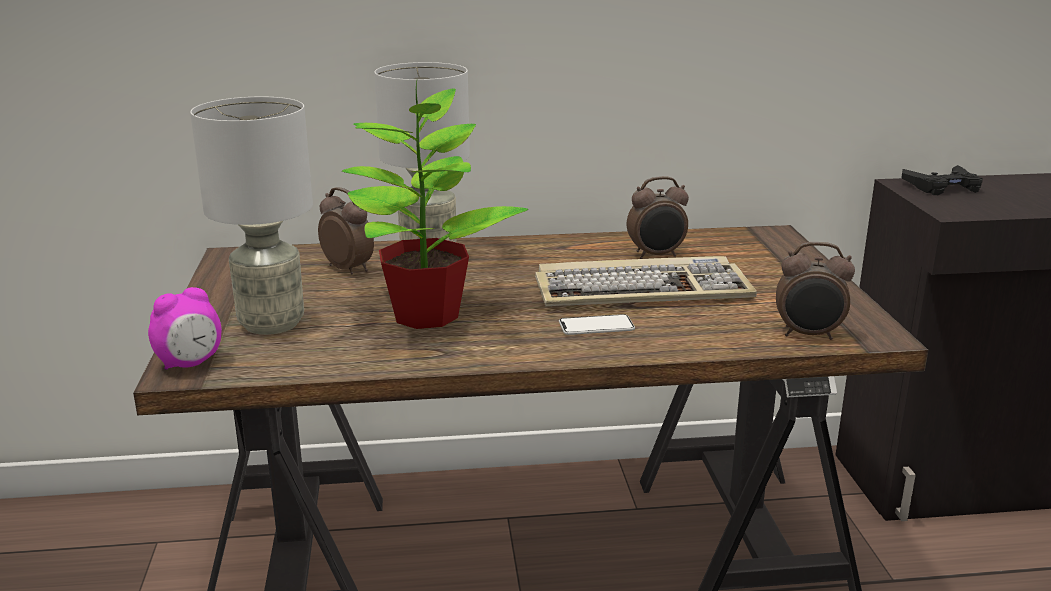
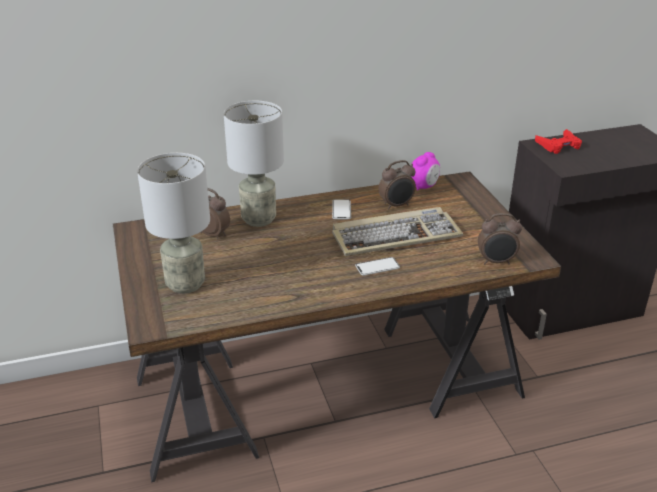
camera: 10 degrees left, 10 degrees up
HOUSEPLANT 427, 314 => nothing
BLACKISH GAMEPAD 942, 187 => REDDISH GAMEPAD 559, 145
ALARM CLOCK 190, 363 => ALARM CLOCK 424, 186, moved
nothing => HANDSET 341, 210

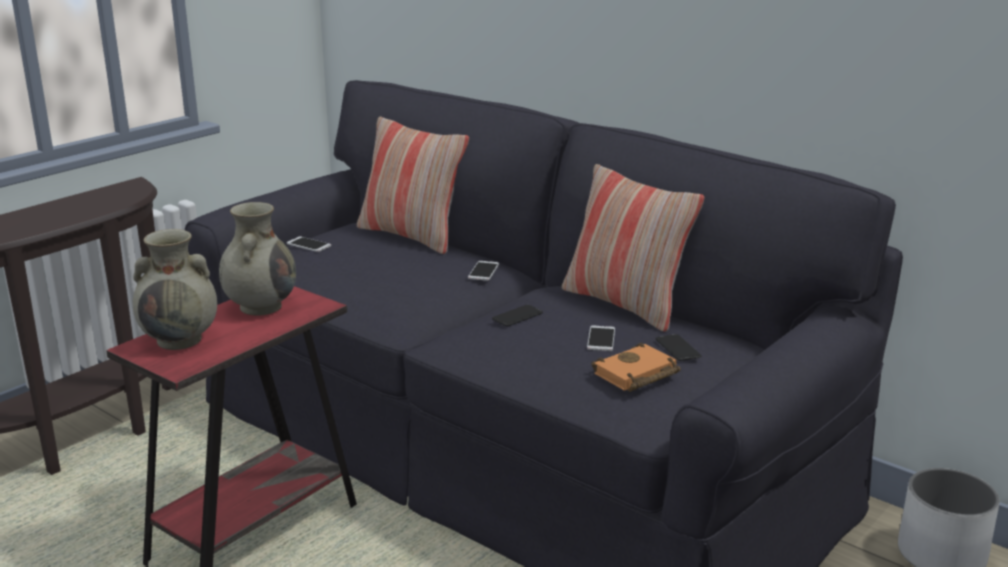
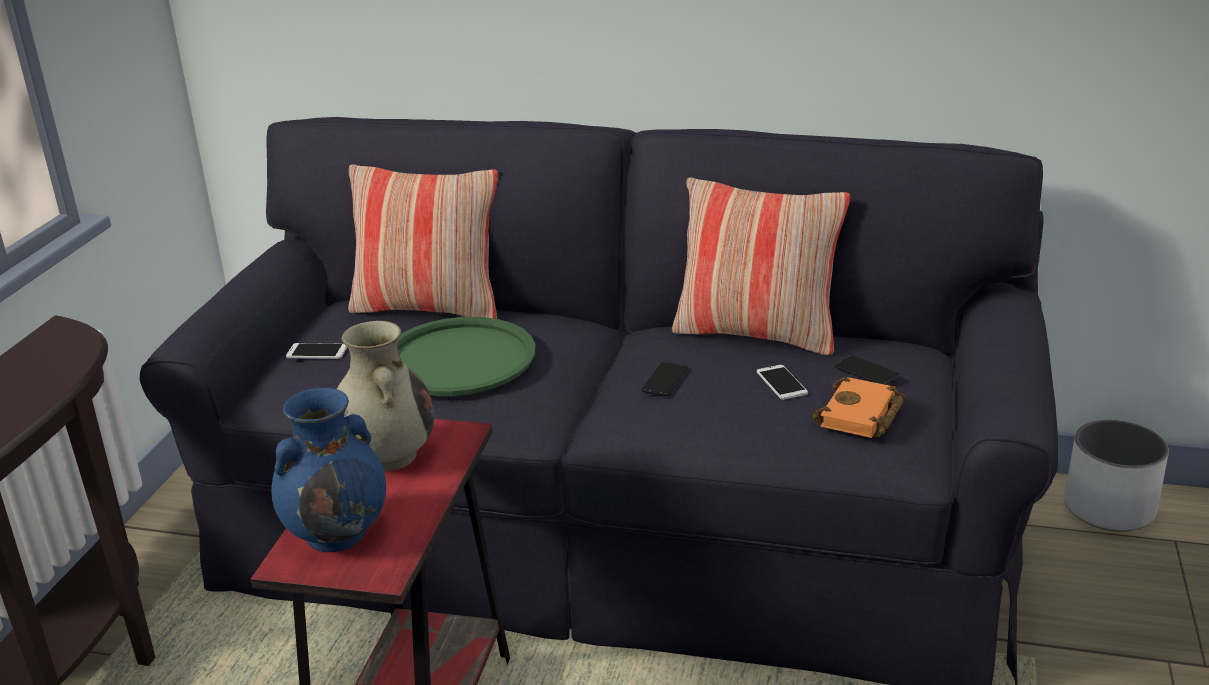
camera: 25 degrees left, 5 degrees up
BEIGE FLOWER VASE 181, 340 => BLUE-COLOURED FLOWER VASE 338, 533
HANDSET 483, 271 => nothing
nothing => GREEN CARRYING TRAY 459, 358

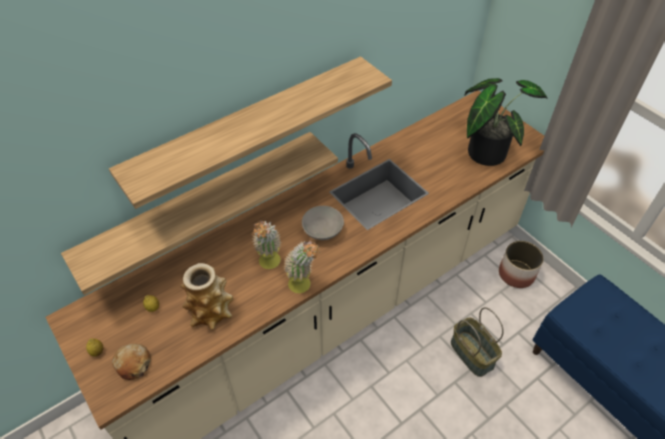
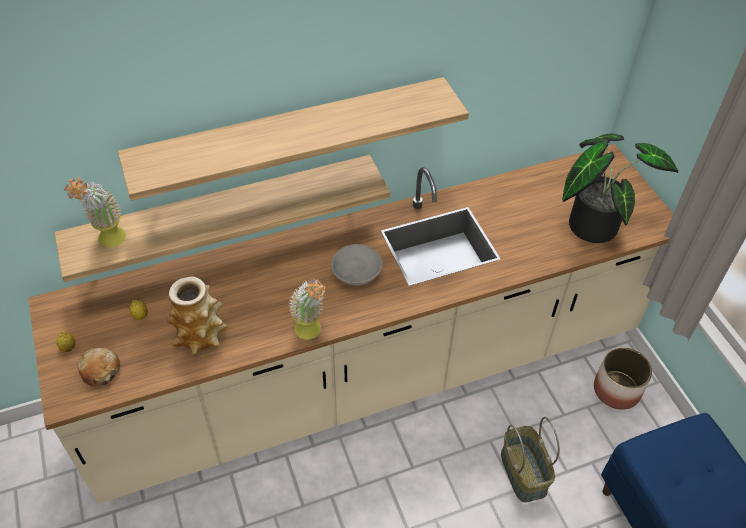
camera: 15 degrees right, 0 degrees up
HOUSEPLANT 269, 265 => HOUSEPLANT 109, 242, moved

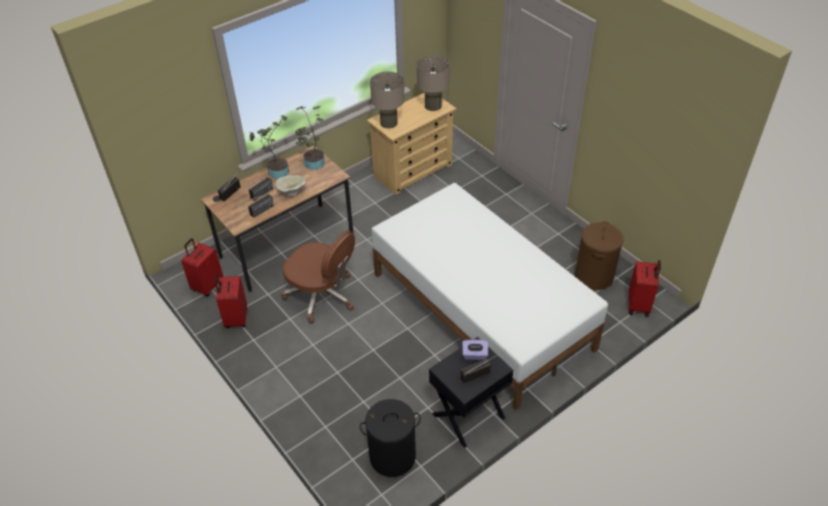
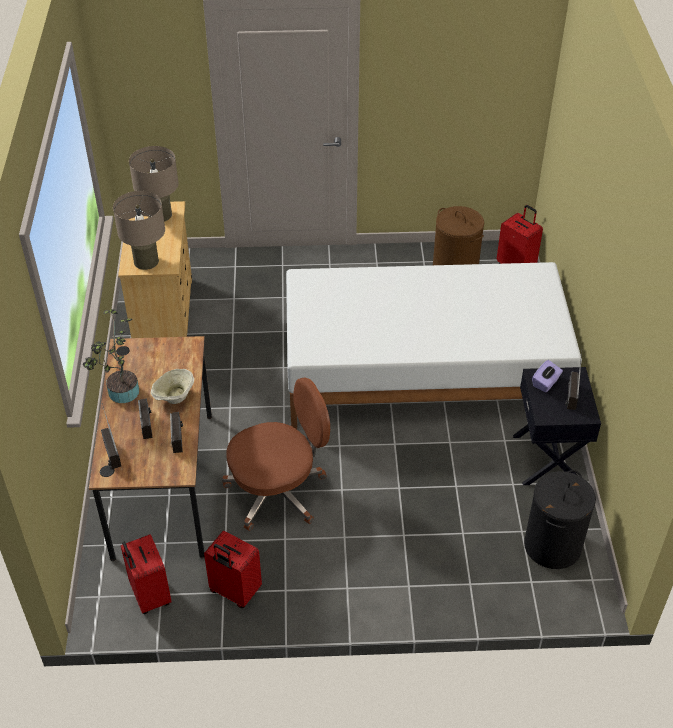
camera: 55 degrees left, 0 degrees up
HOUSEPLANT 313, 165 => nothing

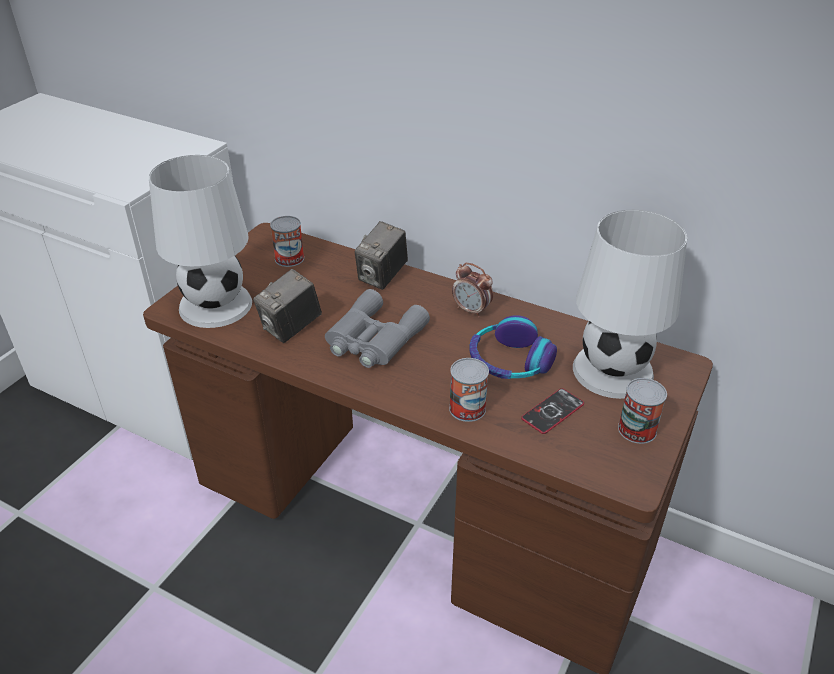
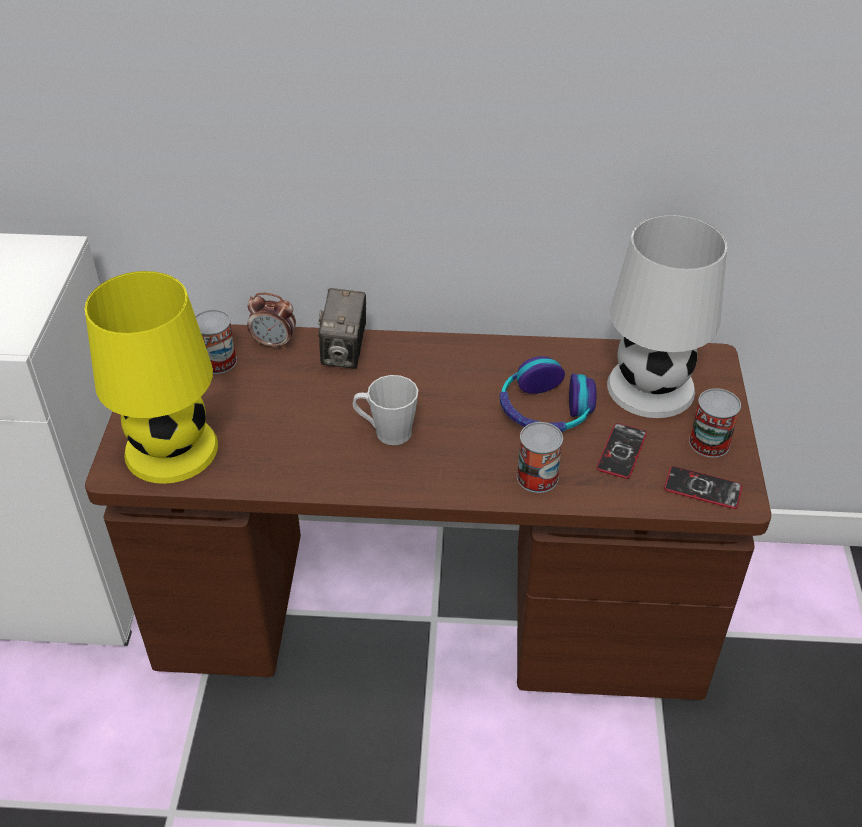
camera: 25 degrees left, 5 degrees up
WHITE-COLOURED LAMP FOR A TABLE 216, 305 => YELLOW LAMP FOR A TABLE 172, 449
ALARM CLOCK 471, 310 => ALARM CLOCK 274, 343, moved
PHOTO CAMERA 291, 328 => nothing
GRAY PAIR OF BINOCULARS 373, 339 => GRAY TEA MUG 386, 432
nothing => HANDSET 702, 488

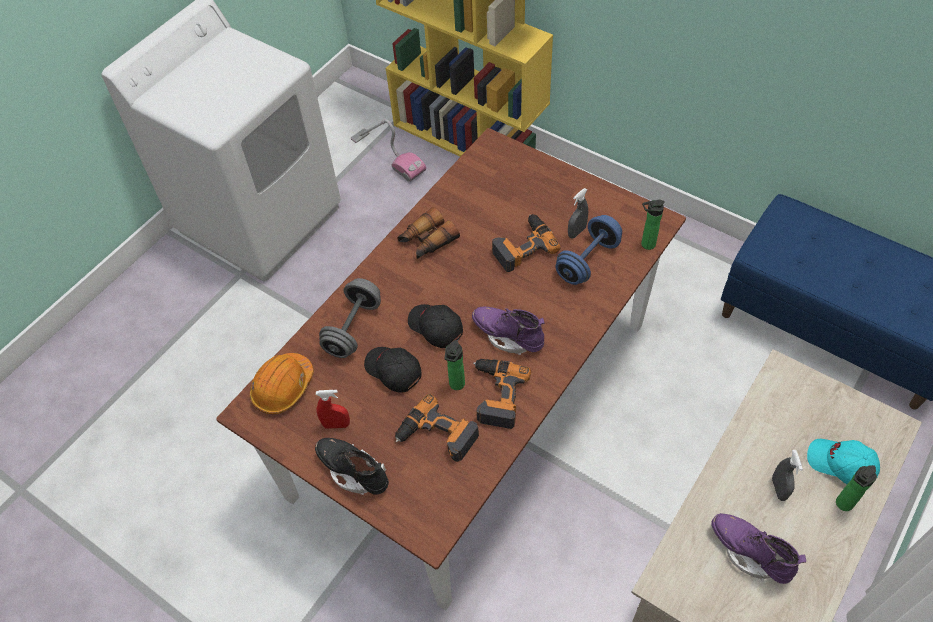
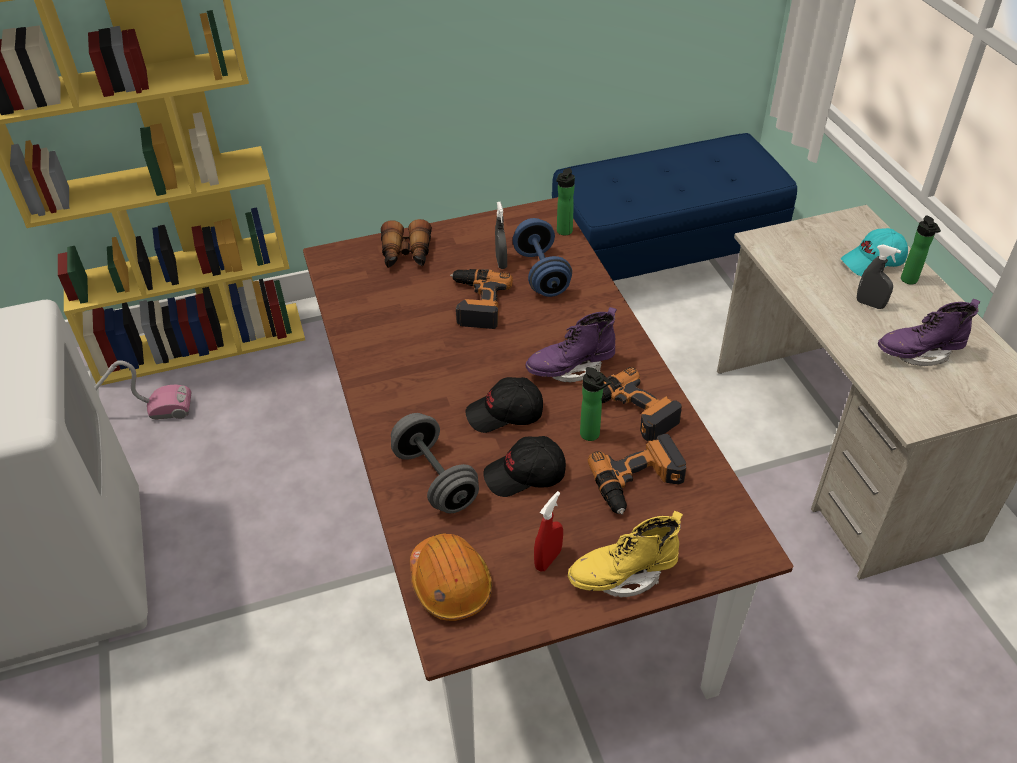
camera: 55 degrees left, 10 degrees down
PAIR OF BINOCULARS 427, 241 => PAIR OF BINOCULARS 406, 255, moved
BLACKISH BOOT 354, 471 => YELLOW BOOT 623, 575

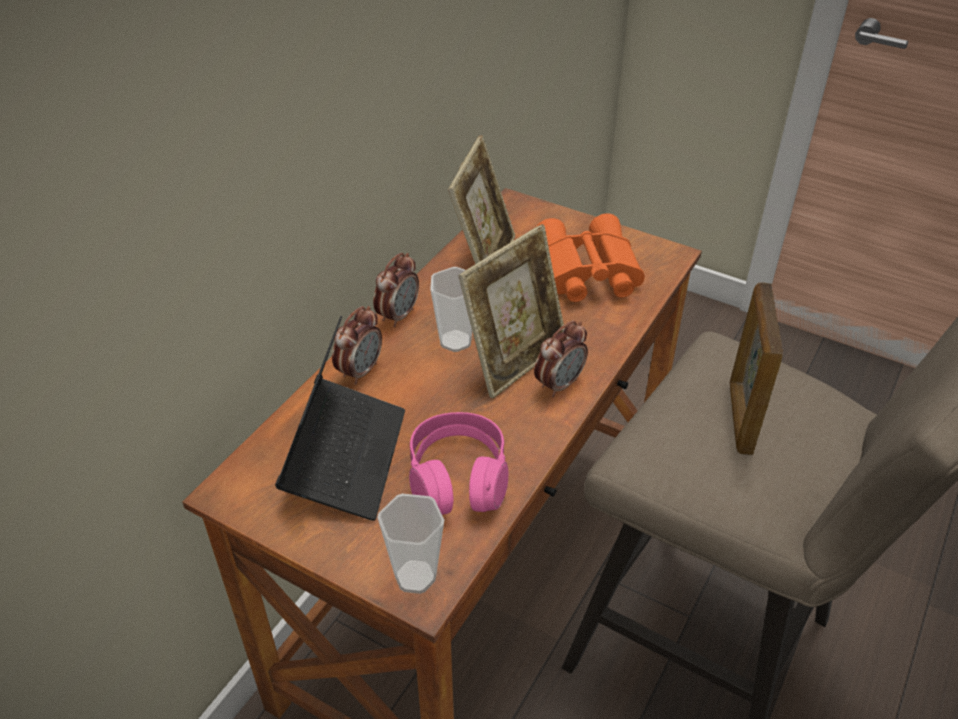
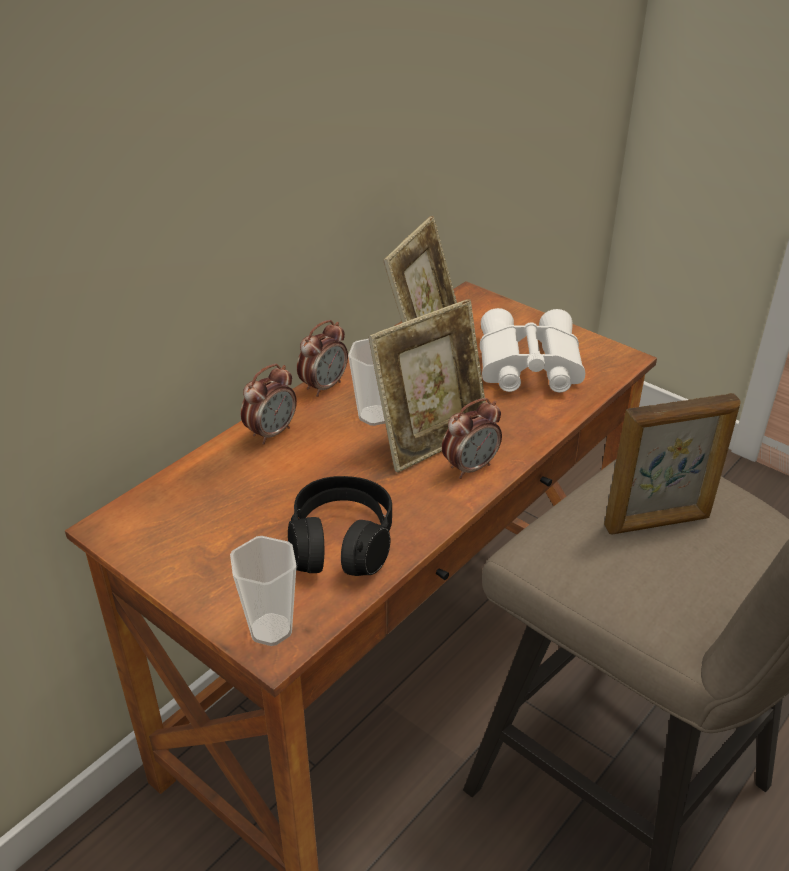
camera: 10 degrees right, 5 degrees down
ORANGEY PAIR OF BINOCULARS 585, 272 => WHITE-COLOURED PAIR OF BINOCULARS 526, 366
STANDING FRAME 740, 417 => STANDING FRAME 658, 522, 120 degrees counterclockwise
LAPTOP 345, 457 => nothing
PINK HEADSET 458, 478 => BLACKISH HEADSET 341, 542

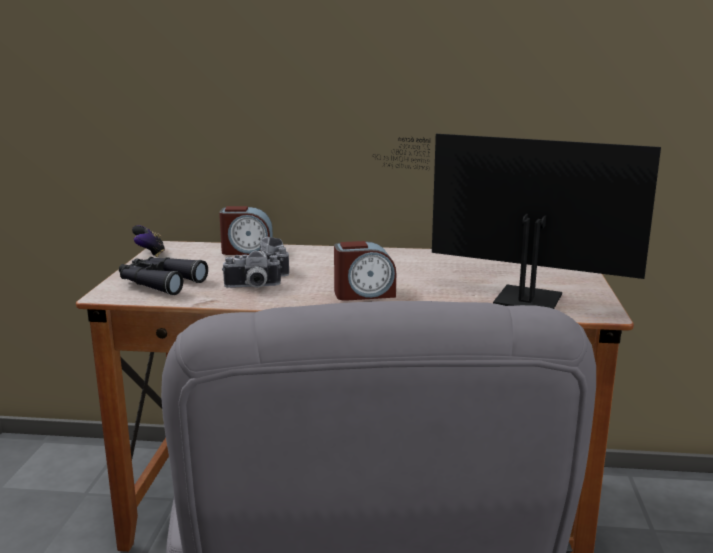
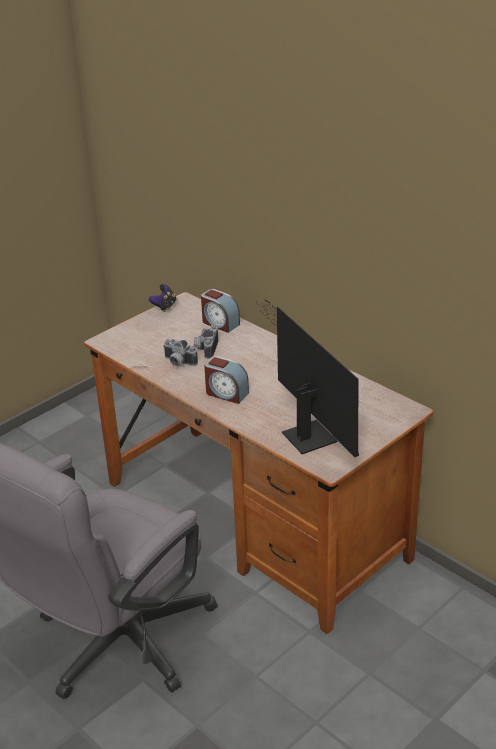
camera: 40 degrees right, 15 degrees up
BLACKISH PAIR OF BINOCULARS 159, 283 => nothing

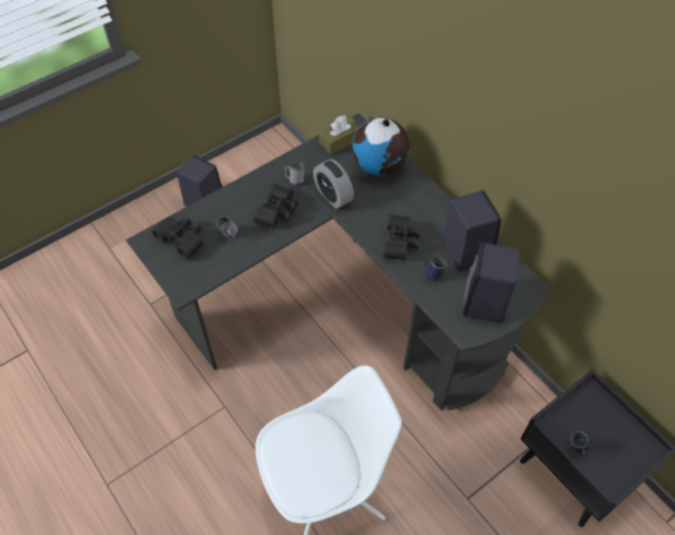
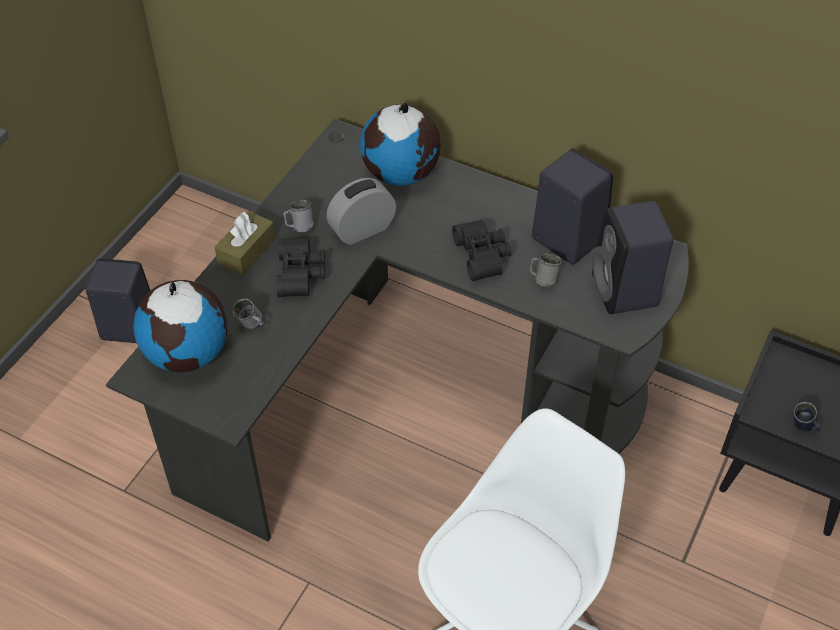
camera: 25 degrees left, 5 degrees down
BROWN-COLOURED BOX OF TISSUES 340, 141 => BROWN-COLOURED BOX OF TISSUES 247, 251, moved
ALARM CLOCK 333, 195 => ALARM CLOCK 362, 230, 120 degrees clockwise
BLACKISH PAIR OF BINOCULARS 182, 238 => DESK GLOBE 188, 353
BLUE-COLOURED TEA MUG 432, 273 => GRAY TEA MUG 543, 279

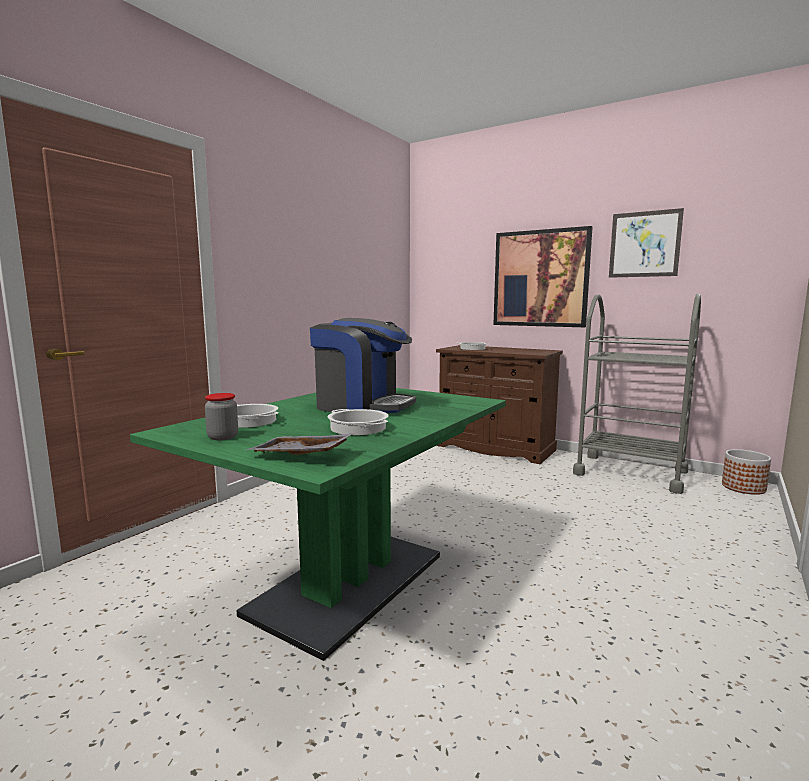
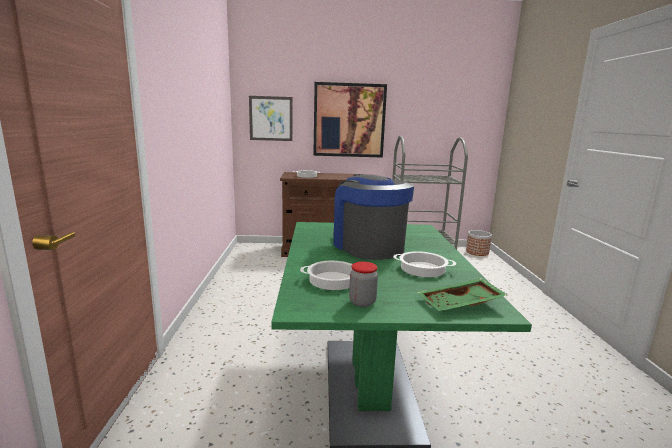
camera: 35 degrees left, 5 degrees up
WALL PICTURE 644, 244 => WALL PICTURE 271, 118, moved
COFFEE MACHINE 362, 406 => COFFEE MACHINE 368, 246, 105 degrees counterclockwise
GRAY CARRYING TRAY 300, 456 => GREEN CARRYING TRAY 461, 304

